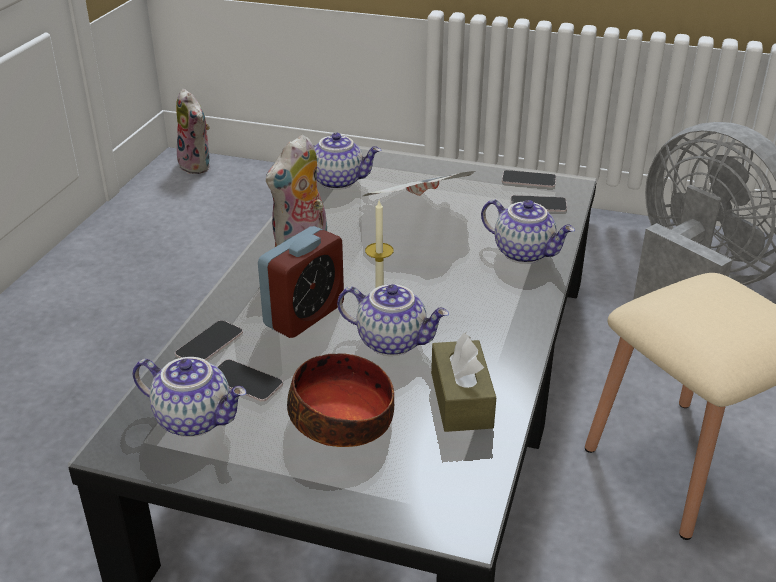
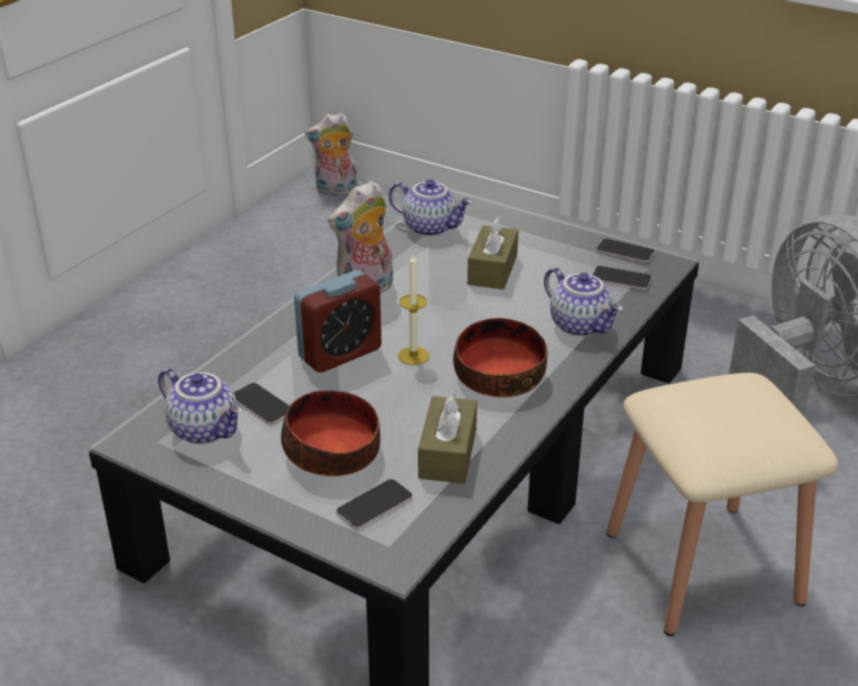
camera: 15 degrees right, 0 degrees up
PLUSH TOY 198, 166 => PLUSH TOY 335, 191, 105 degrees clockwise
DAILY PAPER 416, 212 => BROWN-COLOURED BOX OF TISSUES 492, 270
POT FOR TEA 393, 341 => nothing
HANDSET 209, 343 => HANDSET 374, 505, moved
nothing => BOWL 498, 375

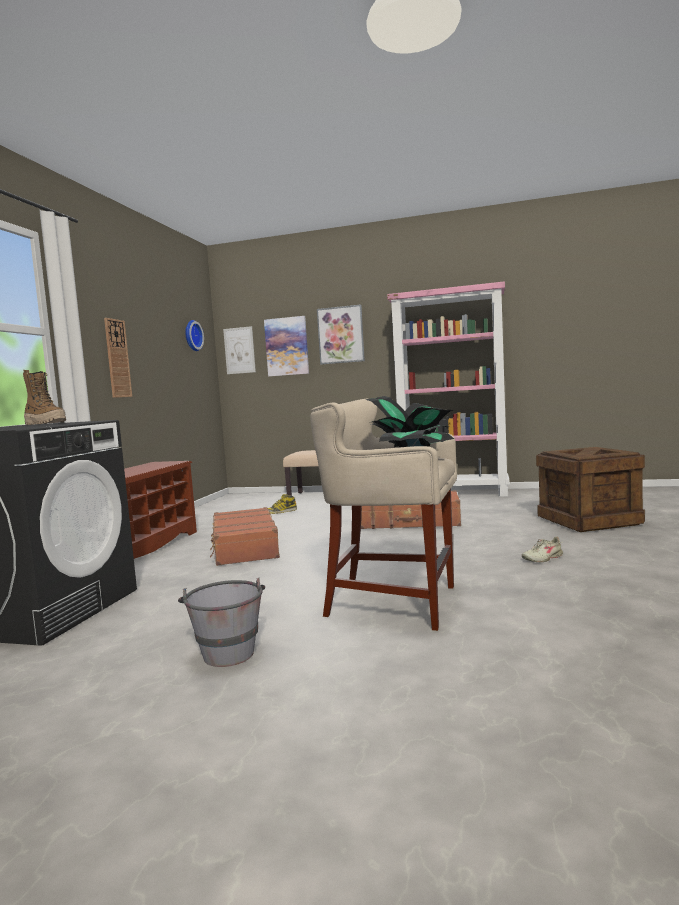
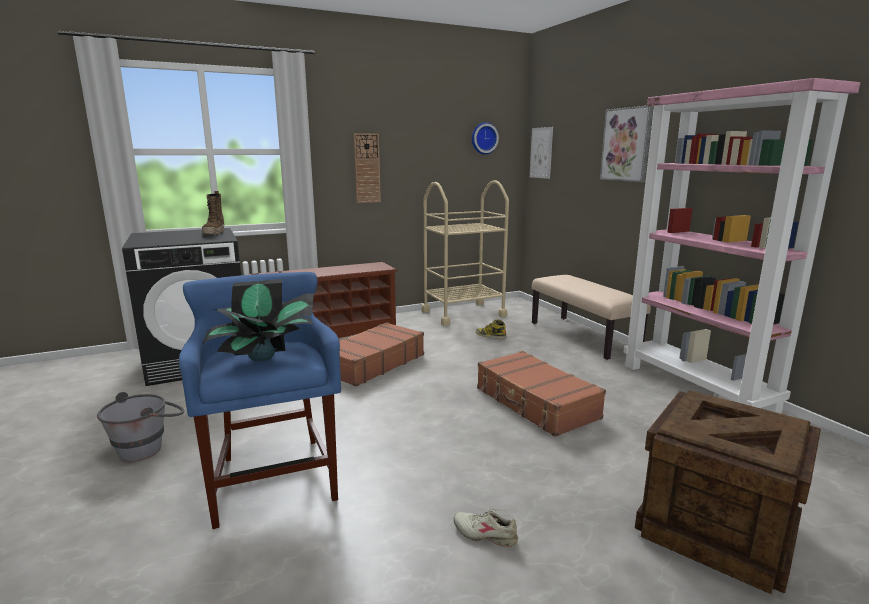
camera: 50 degrees right, 10 degrees up
WALL PICTURE 287, 346 => nothing
BEIGE SITTING STOOL 393, 603 => BLUE-COLOURED SITTING STOOL 274, 480
nothing => BEIGE WHEELED CART 463, 313

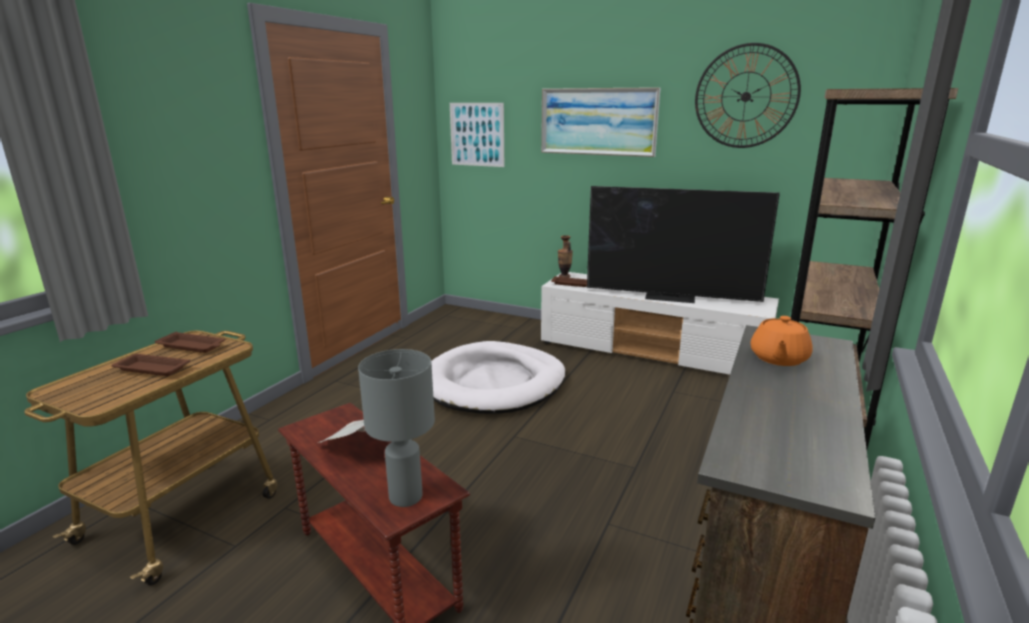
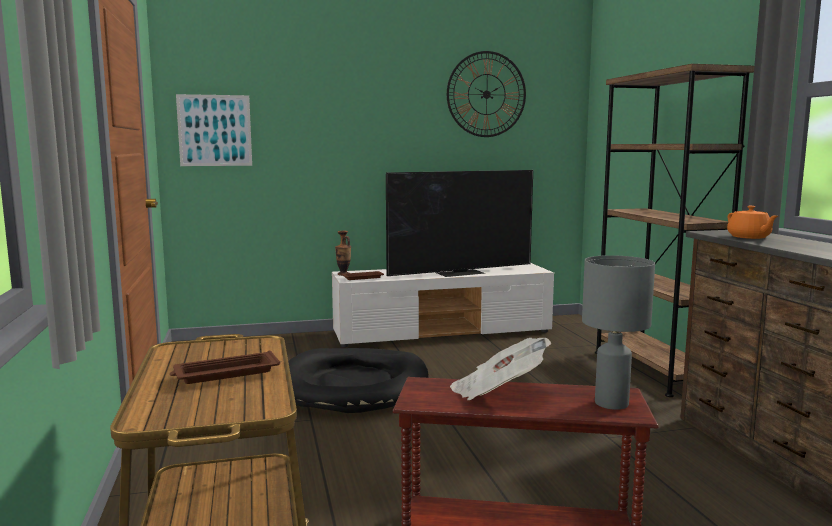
camera: 40 degrees left, 10 degrees down
WALL PICTURE 598, 121 => nothing
BROWN-COLOURED CARRYING TRAY 192, 346 => nothing
WHITE-COLOURED PET BED 494, 383 => BLACKISH PET BED 354, 386

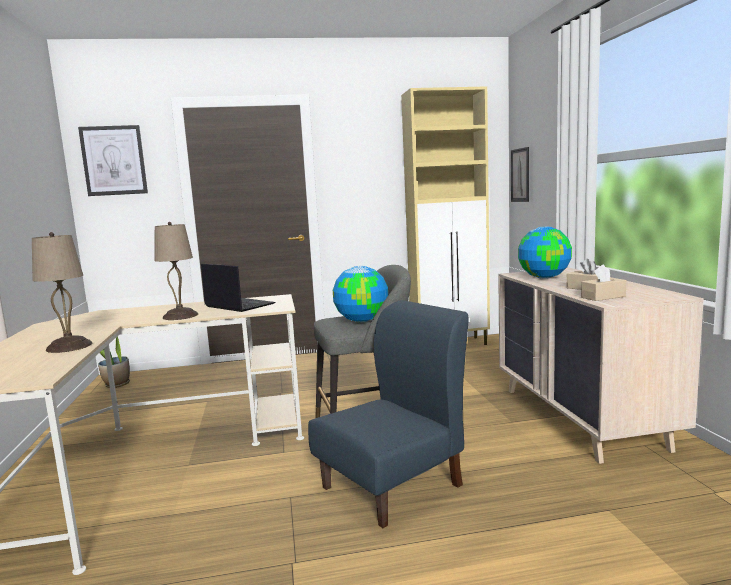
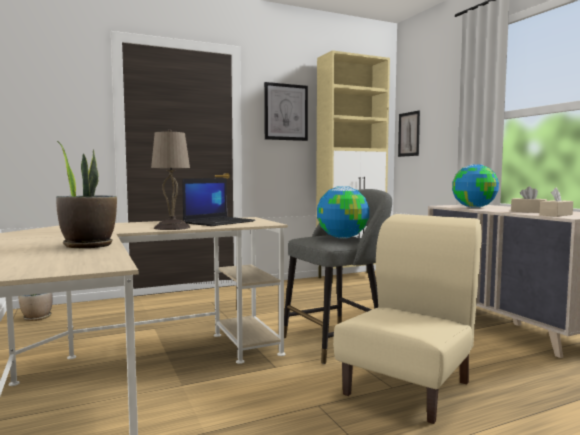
camera: 15 degrees left, 5 degrees down
WALL PICTURE 114, 160 => WALL PICTURE 286, 112, moved
BEIGE LAMP FOR A TABLE 68, 346 => HOUSEPLANT 88, 245
LAPTOP 238, 305 => LAPTOP 219, 222, 105 degrees clockwise
BLUE-COLOURED CHAIR 393, 486 => BEIGE CHAIR 408, 388

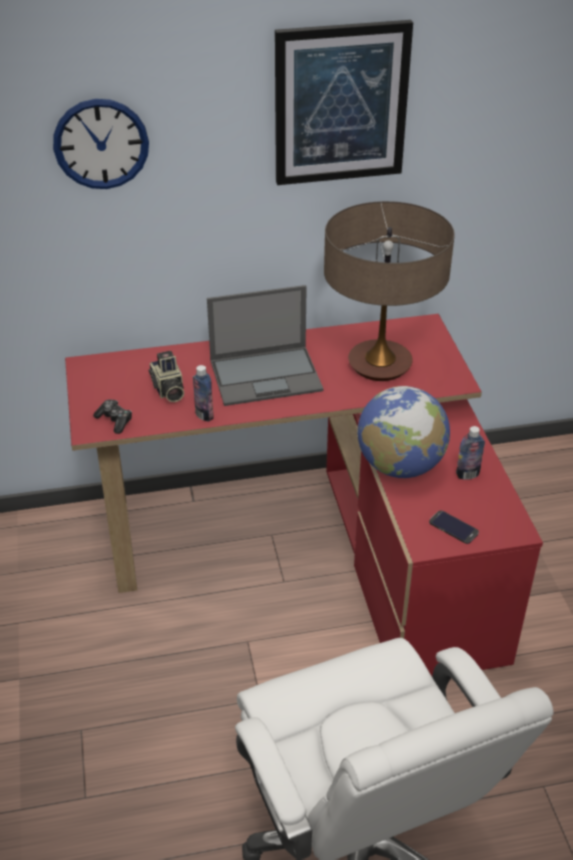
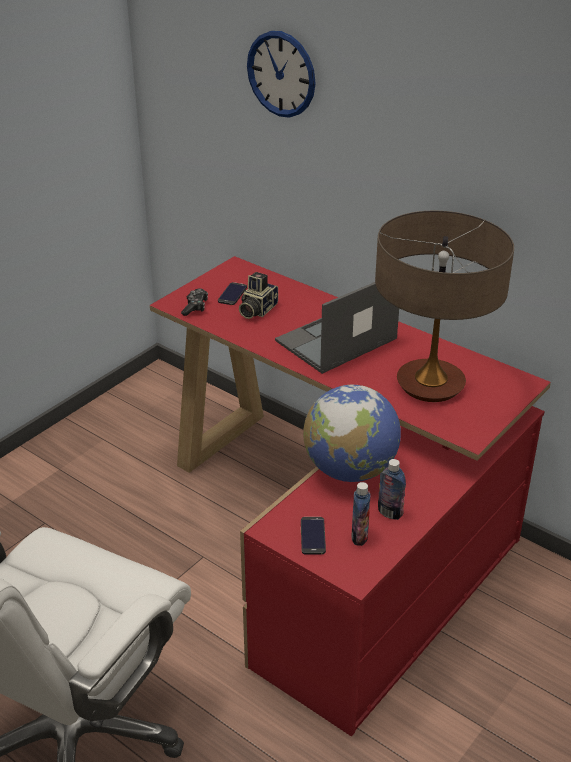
camera: 50 degrees right, 5 degrees down
WALL PICTURE 340, 104 => nothing
LAPTOP 267, 375 => LAPTOP 335, 341, 105 degrees clockwise
BOTTLE 204, 415 => BOTTLE 359, 537, moved
nothing => HANDSET 232, 294

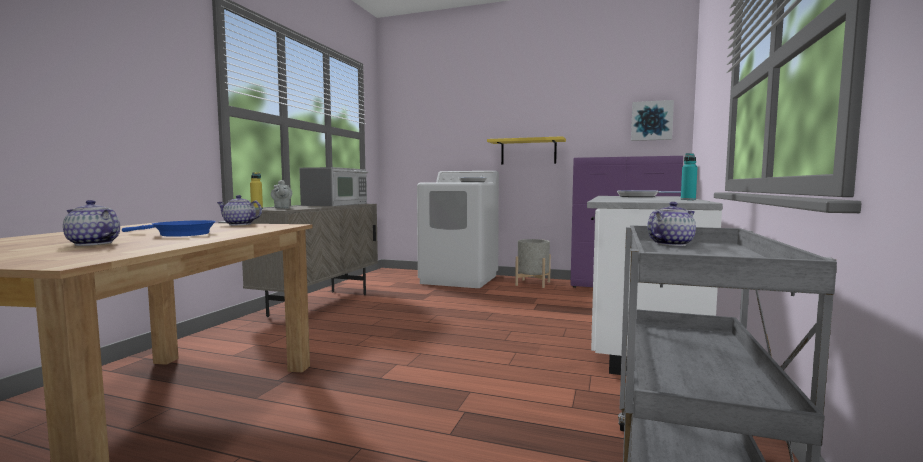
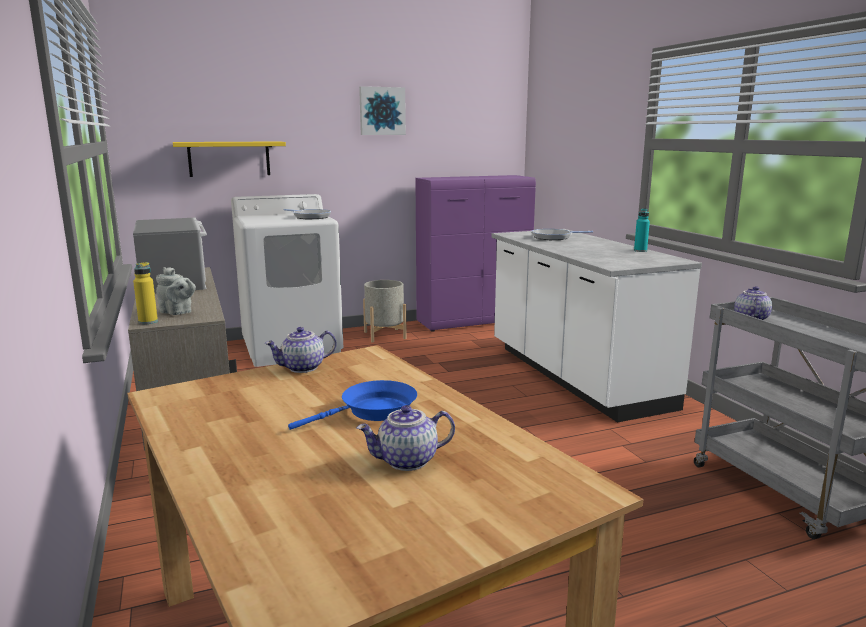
camera: 40 degrees left, 10 degrees up
WALL PICTURE 651, 121 => WALL PICTURE 382, 111, moved
YELLOW WALL SHELF 528, 152 => YELLOW WALL SHELF 229, 158, moved

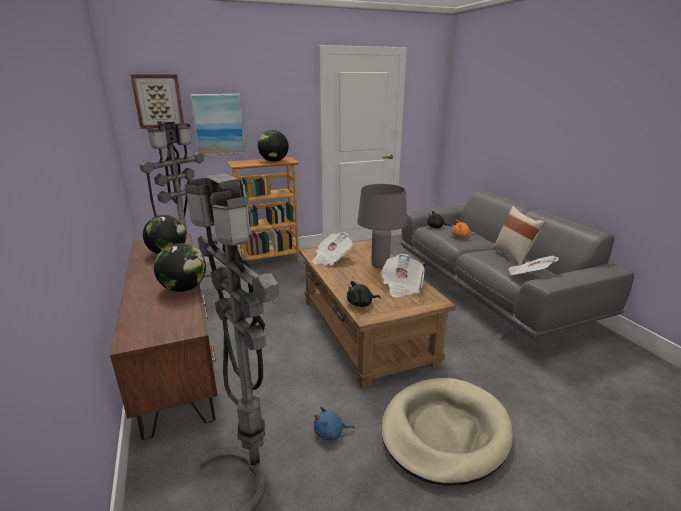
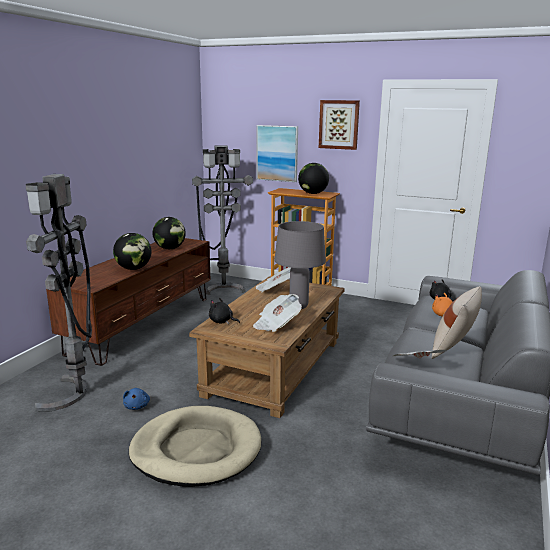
camera: 45 degrees right, 5 degrees down
WALL PICTURE 158, 101 => WALL PICTURE 339, 124, moved
BLUE-COLOURED PLUSH TOY 331, 433 => BLUE-COLOURED PLUSH TOY 137, 406, 135 degrees counterclockwise

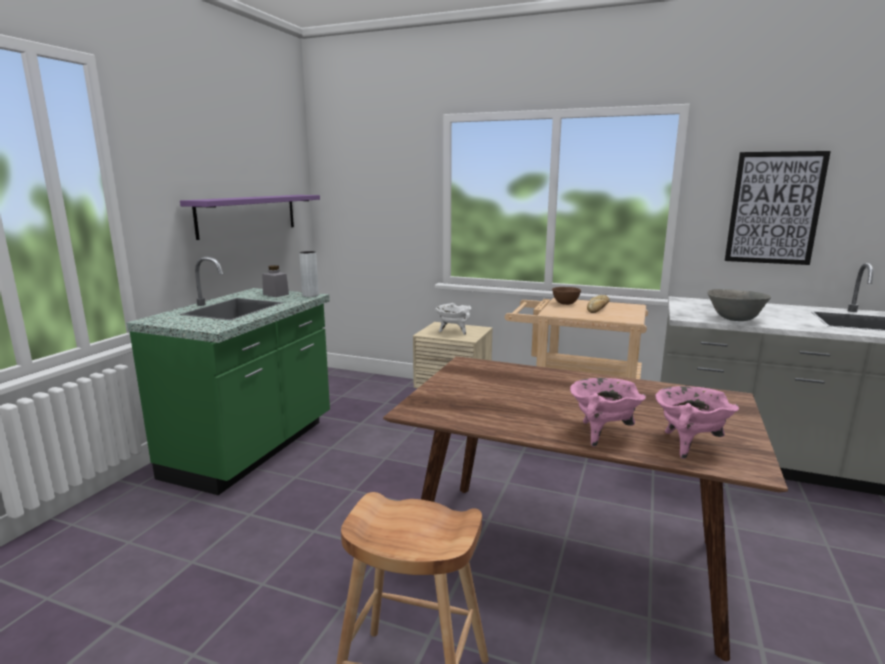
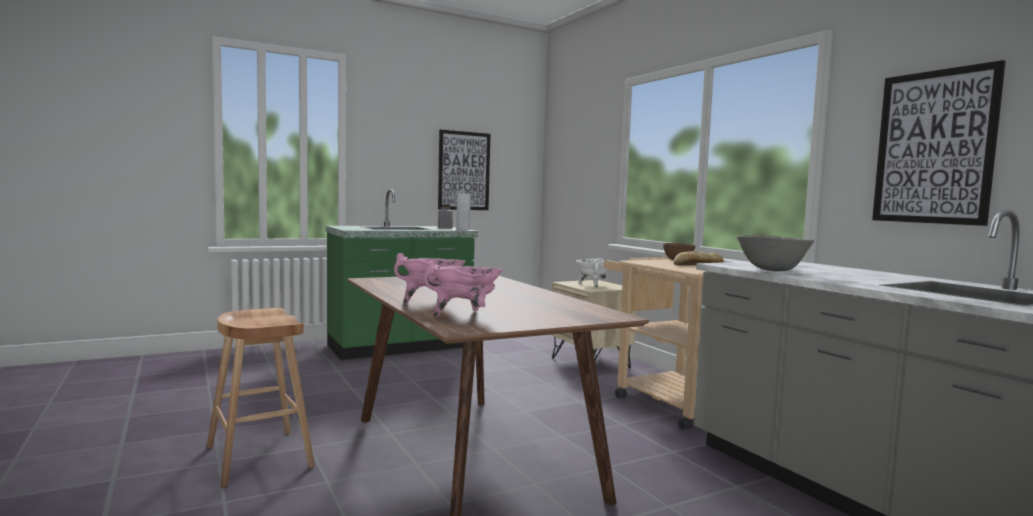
camera: 40 degrees right, 10 degrees down
PURPLE WALL SHELF 248, 215 => WALL PICTURE 464, 171

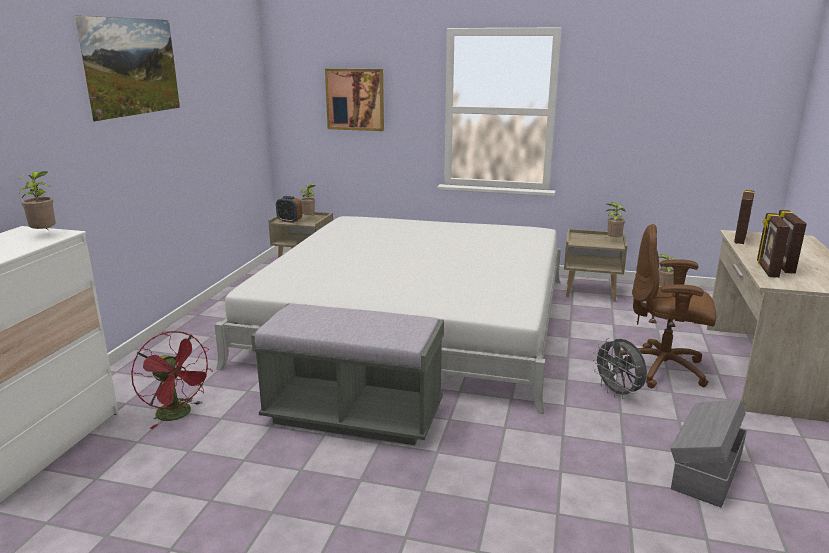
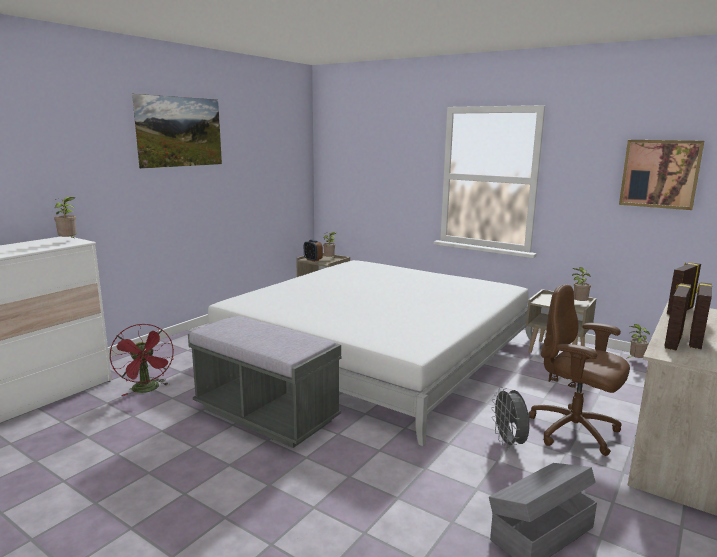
camera: 20 degrees right, 5 degrees down
WALL PICTURE 355, 99 => WALL PICTURE 660, 174, moved

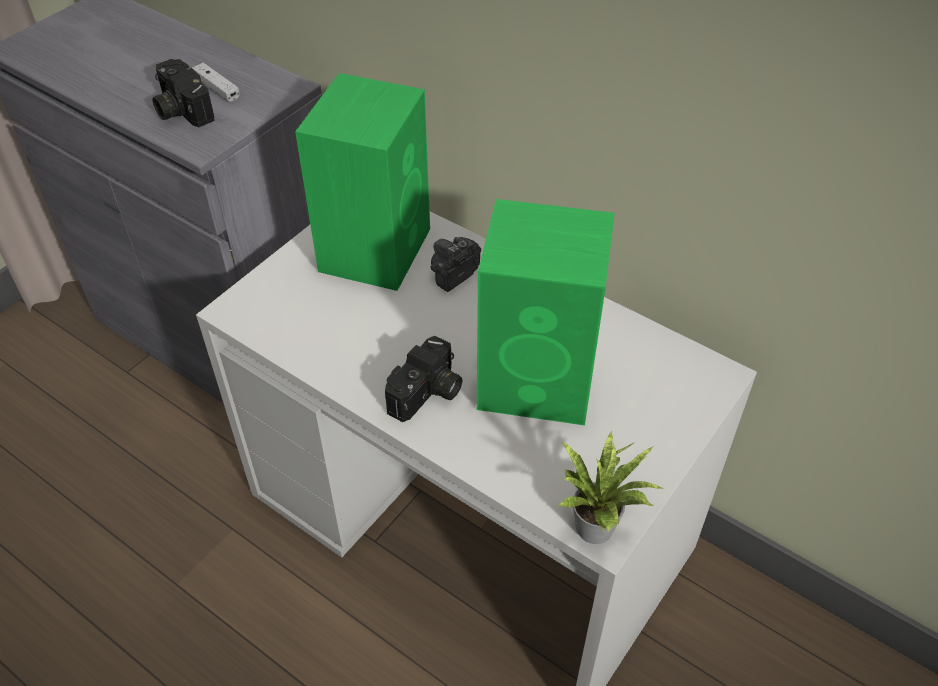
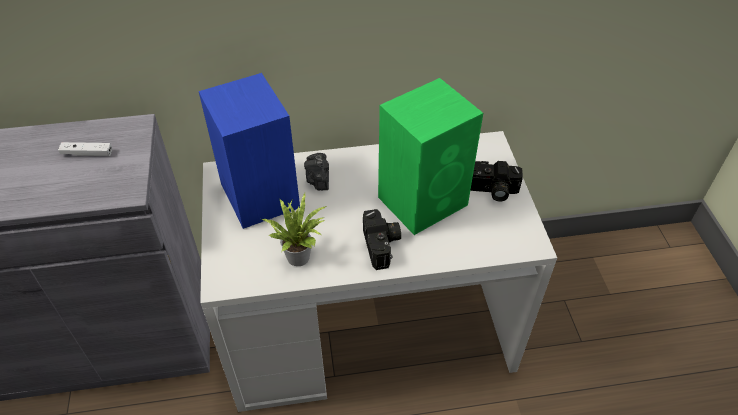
camera: 45 degrees left, 0 degrees up
PHOTO CAMERA 180, 109 => PHOTO CAMERA 492, 191, moved
GREEN AUDIO SPEAKER 376, 248 => BLUE-COLOURED AUDIO SPEAKER 259, 194
HOUSEPLANT 599, 526 => HOUSEPLANT 300, 255, moved

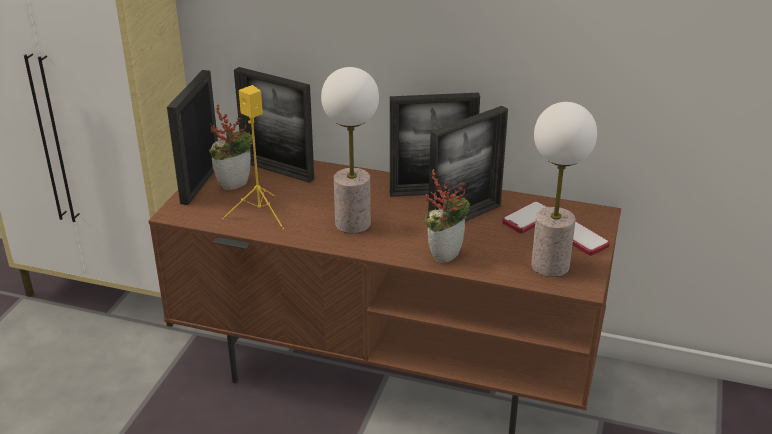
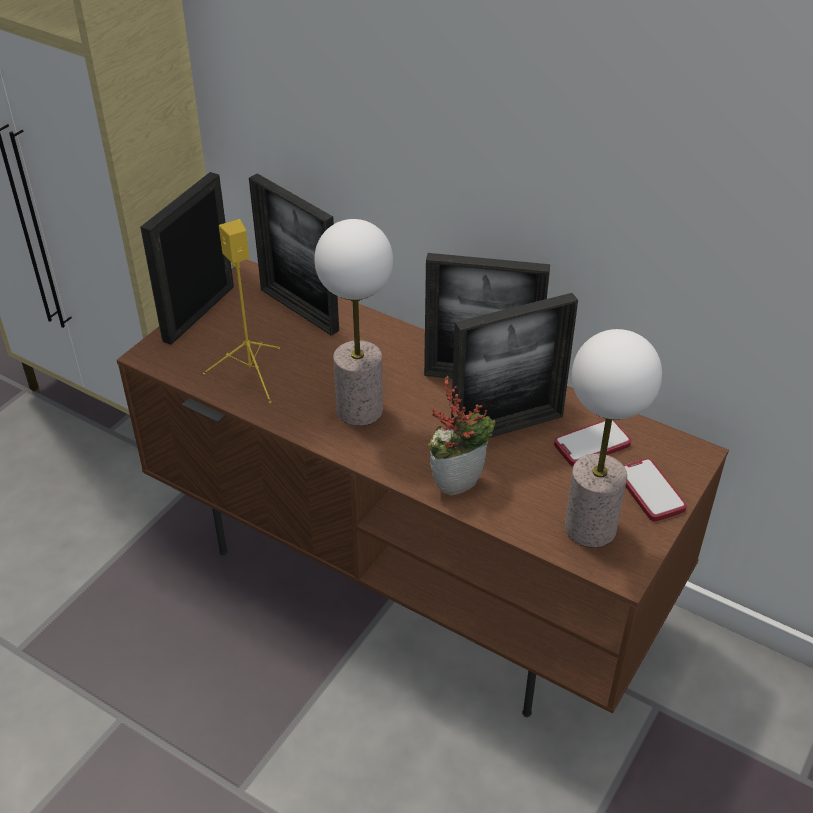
camera: 15 degrees right, 10 degrees up
HOUSEPLANT 234, 183 => nothing

